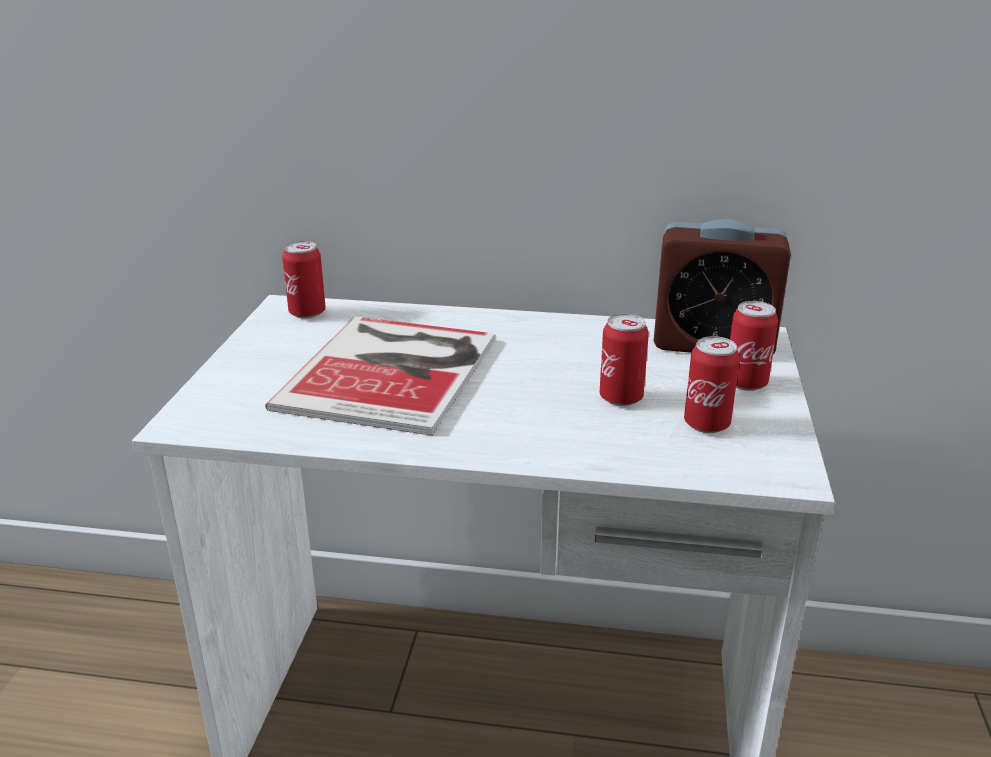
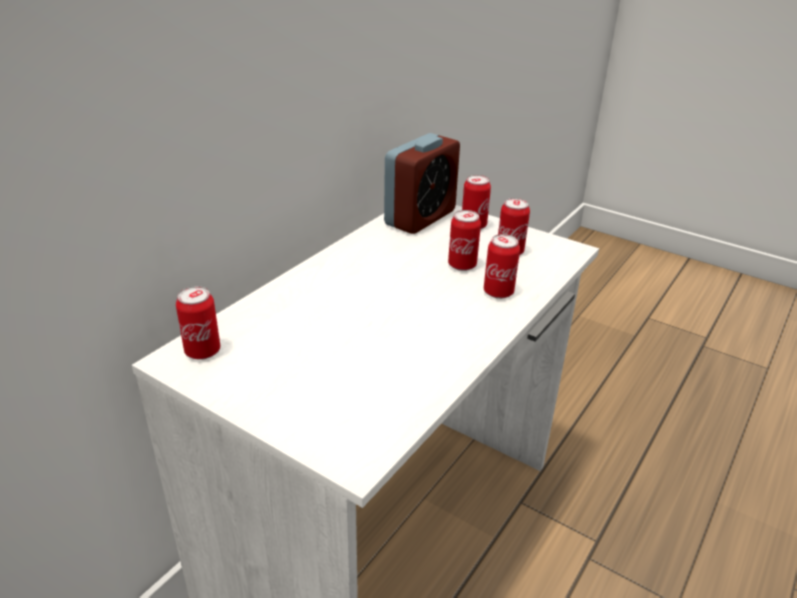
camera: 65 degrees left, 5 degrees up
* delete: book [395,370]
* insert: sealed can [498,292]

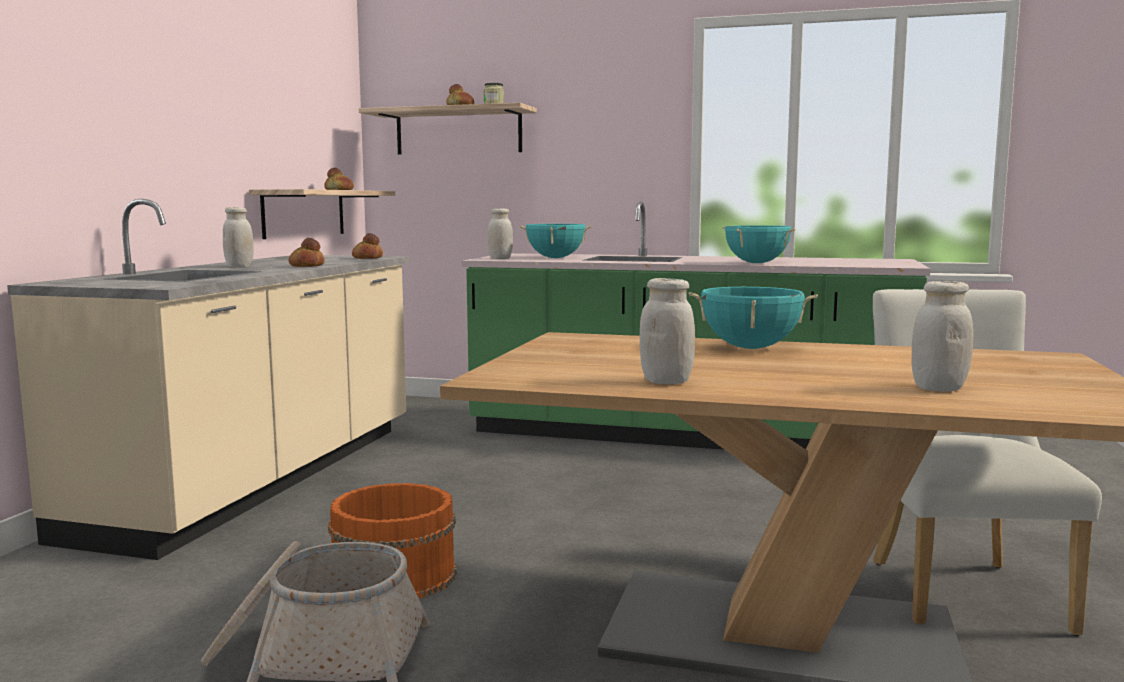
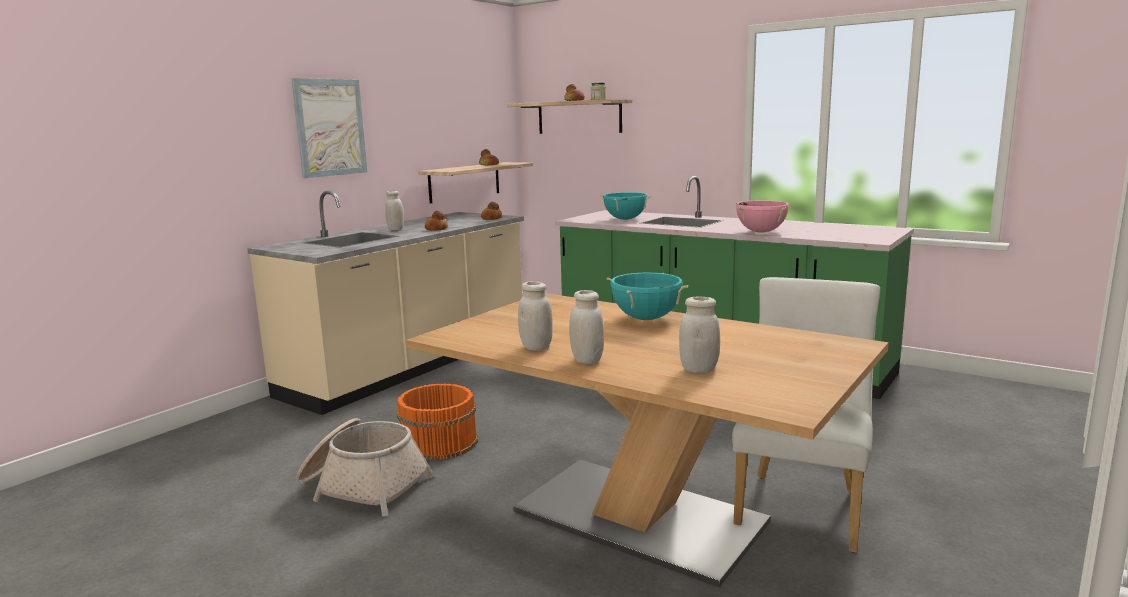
camera: 20 degrees right, 5 degrees up
* move: white-coloured jar [500,259] to [587,360]
* recolor: turquoise saucepot [756,263] to pink saucepot [761,232]
* insert: wall art [330,127]

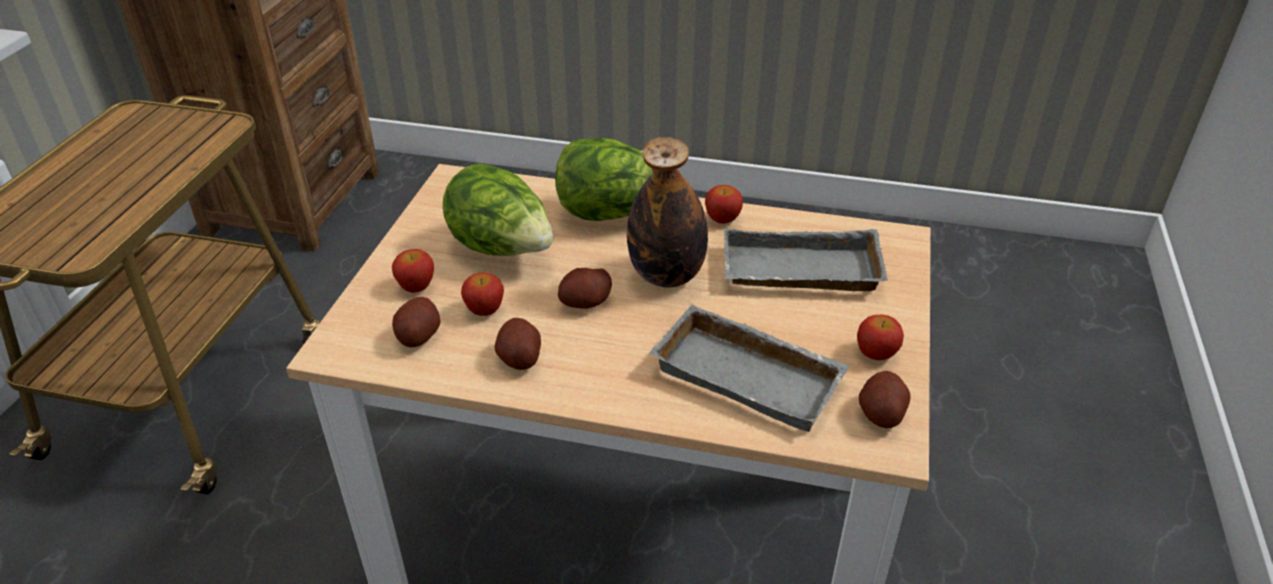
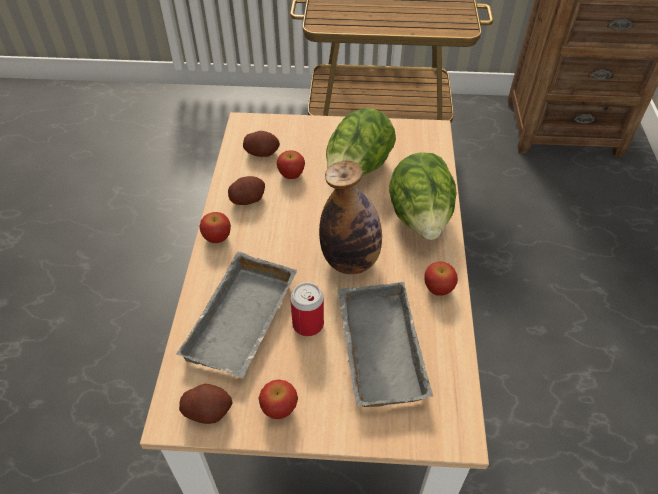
camera: 80 degrees right, 10 degrees up
* move: apple fruit [416,286] to [217,237]
* delete: potato [586,302]
* insert: sealed can [308,324]

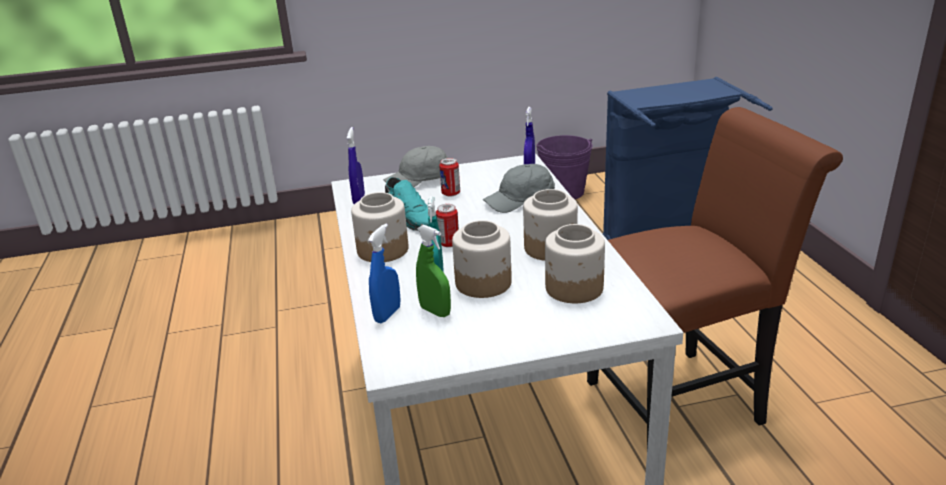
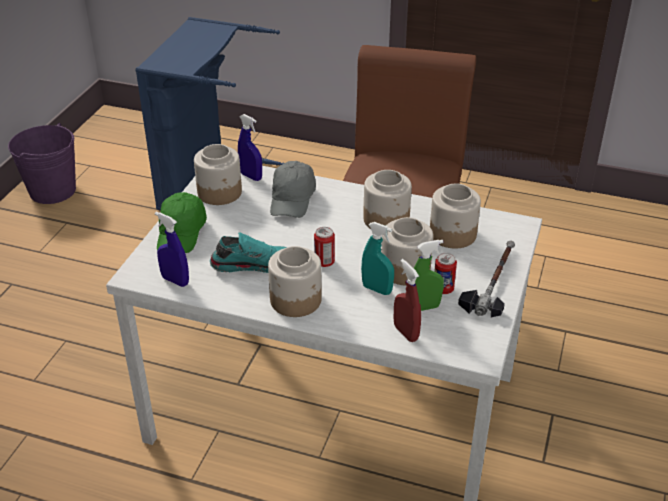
camera: 60 degrees left, 10 degrees up
* recolor: greyish cap [419,180] to green-coloured cap [182,233]
* move: sealed can [451,193] to [443,289]
* recolor: blue-coloured hand sprayer [387,314] to reddish hand sprayer [405,333]
* insert: jar [220,192]
* insert: tool hammer [493,281]

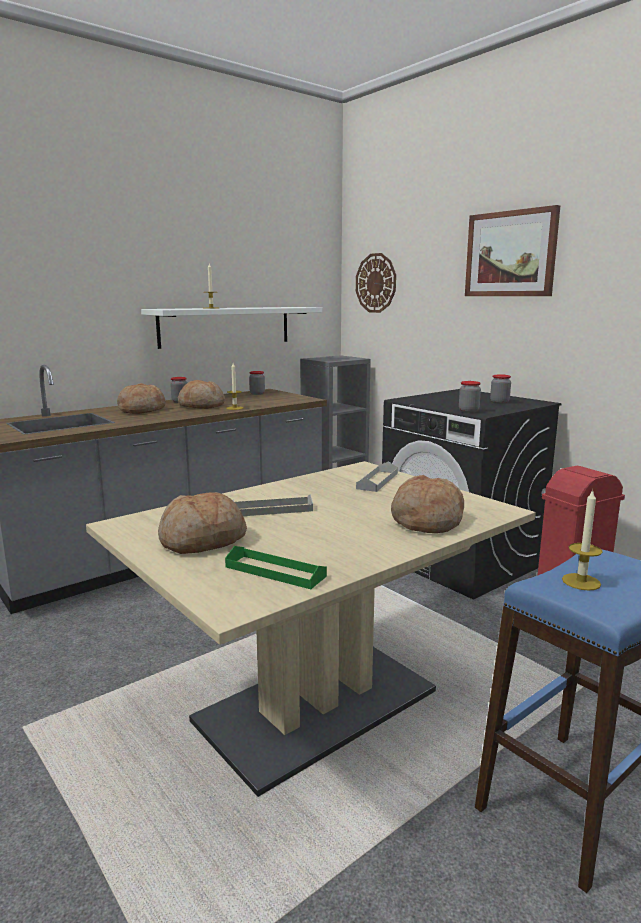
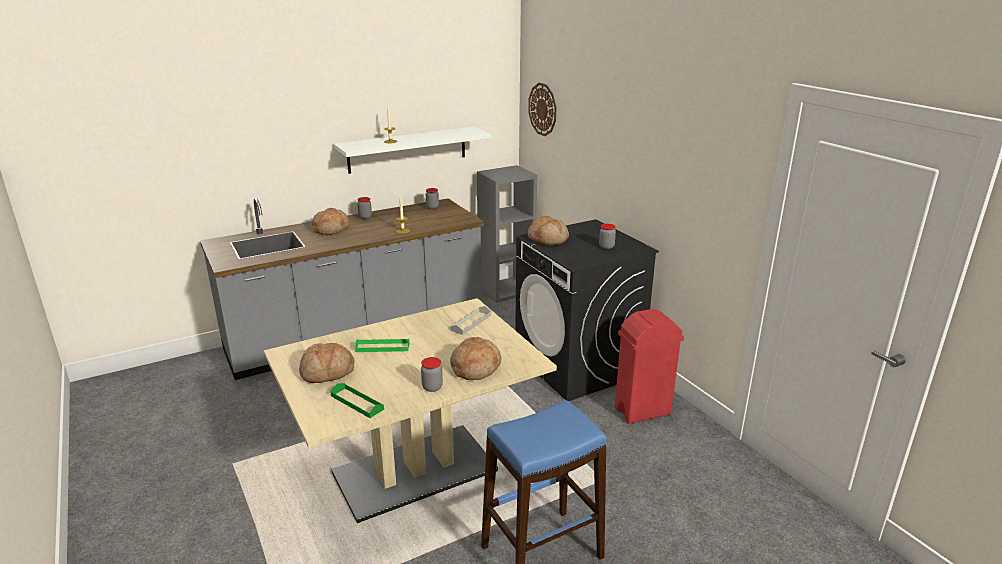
camera: 10 degrees right, 10 degrees up
* delete: wall art [510,254]
* move: bakery bread [201,405] to [548,239]
* move: jar [468,411] to [432,387]
* delete: wax candle [581,582]
* recolor: greyish carrying tray [272,510] to green-coloured carrying tray [382,347]

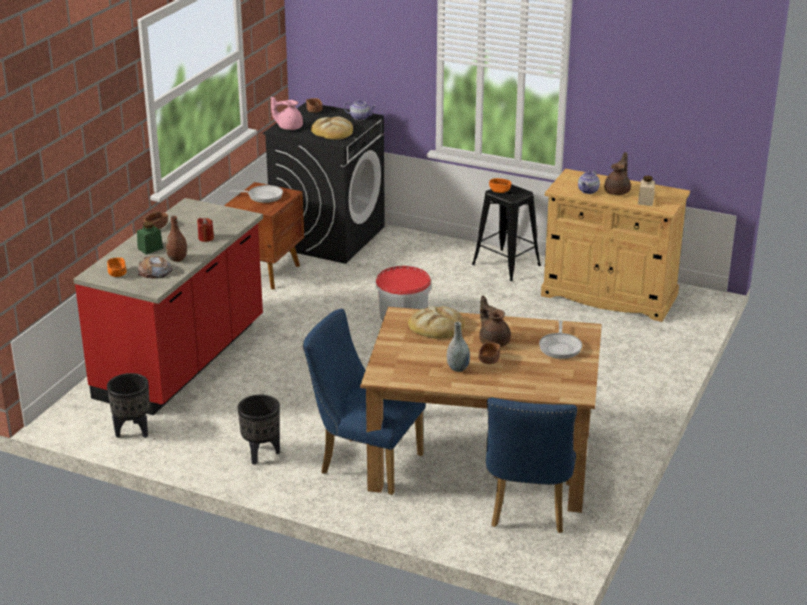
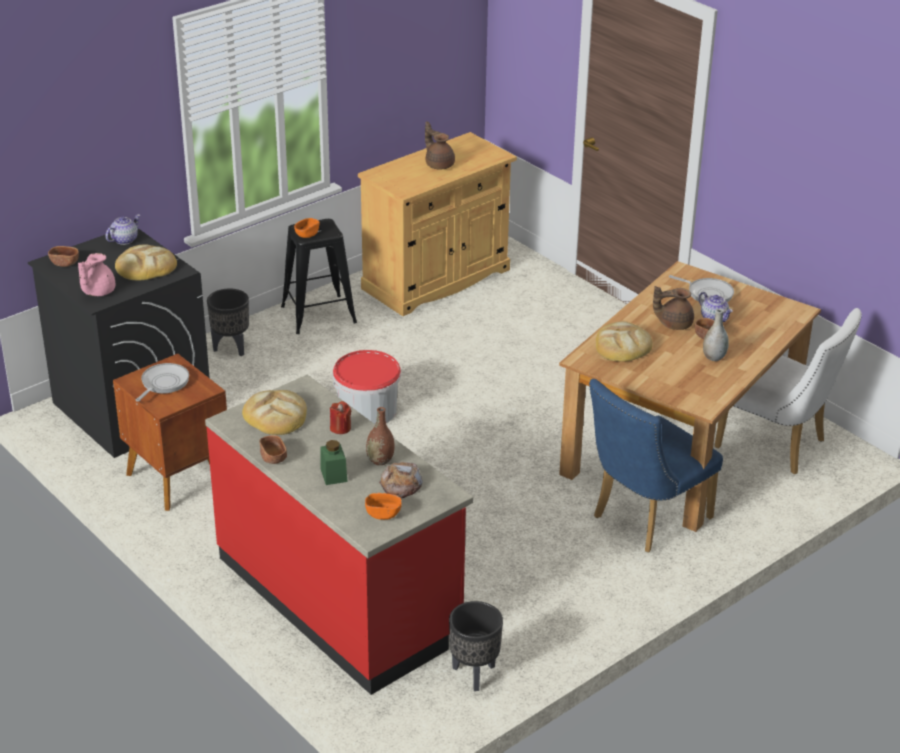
camera: 65 degrees left, 5 degrees up
* move: tea pot [588,191] to [714,318]
* delete: sand-coloured jar [645,201]
* move: black-coloured flower pot [261,454] to [231,348]
* recolor: blue-coloured plain chair [528,510] to white-coloured plain chair [778,446]
* insert: bakery bread [275,416]

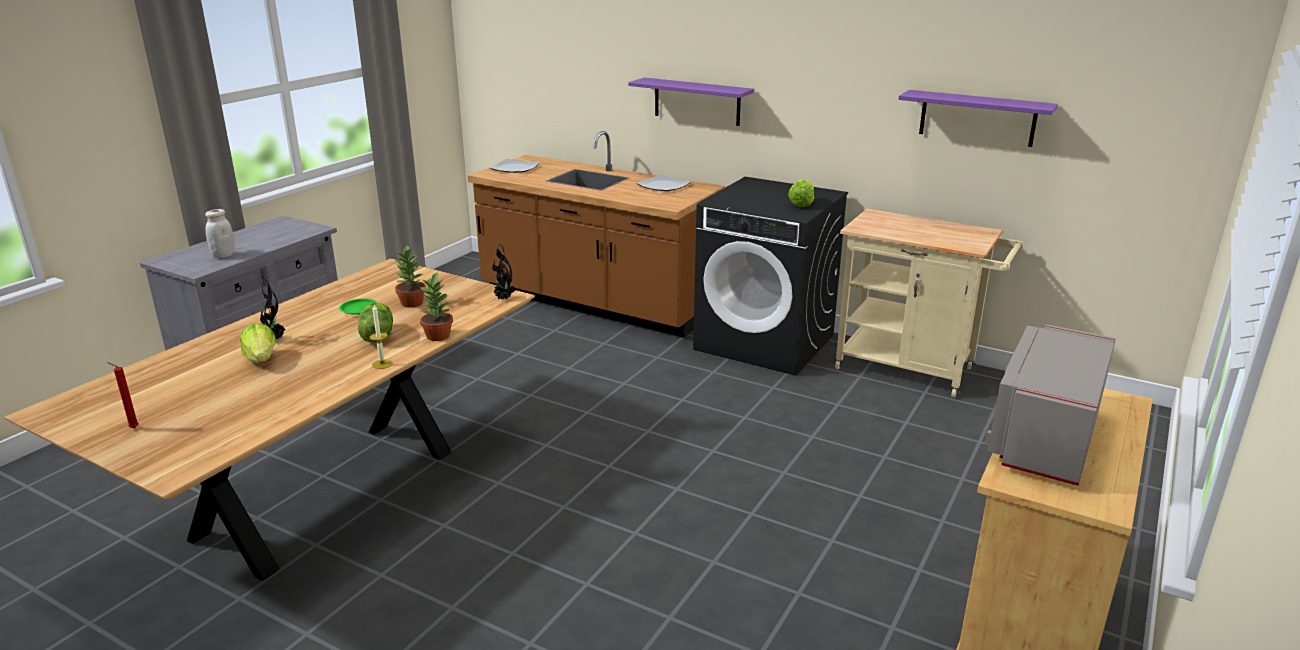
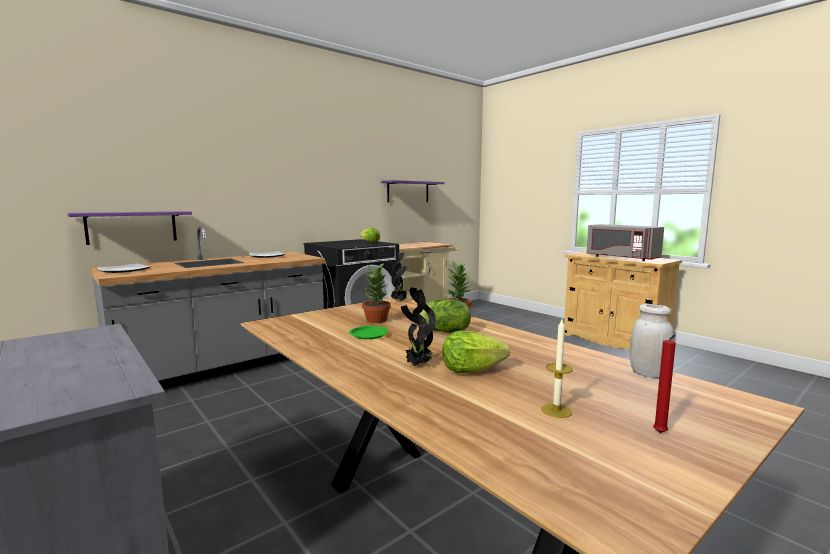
camera: 70 degrees left, 15 degrees down
* move: purple-coloured wall shelf [697,101] to [132,227]
* recolor: brownish kitchen base unit [597,302] to greyish kitchen base unit [224,366]
* move: white-coloured jar [223,255] to [648,374]
* move: wax candle [382,364] to [556,410]

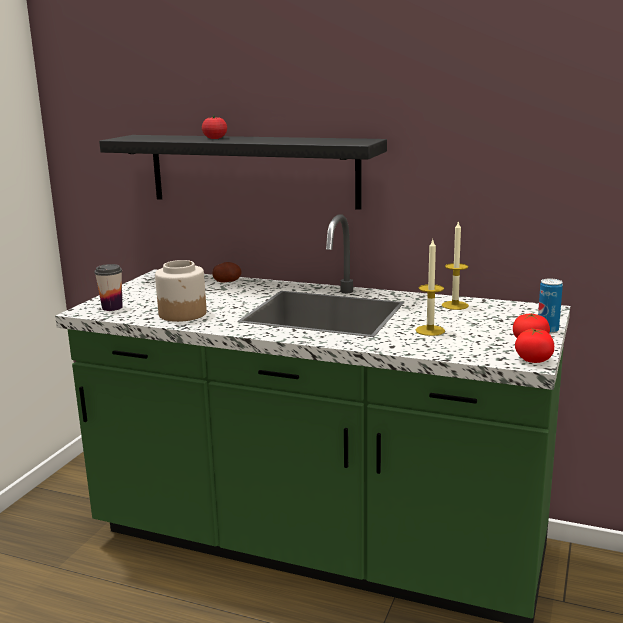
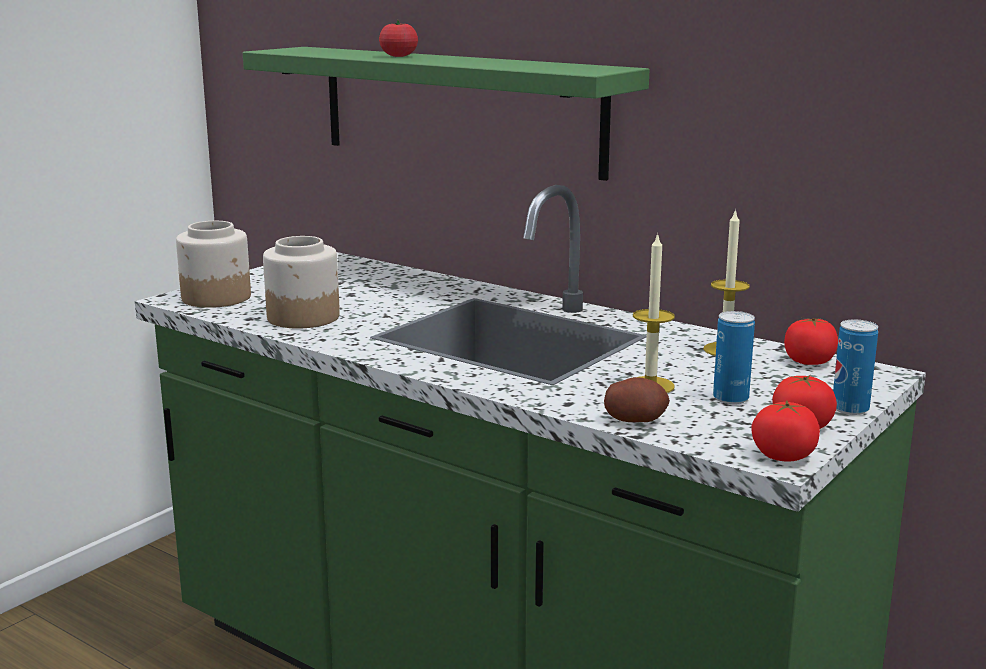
camera: 15 degrees right, 0 degrees up
* recolor: black-coloured wall shelf [252,170] to green-coloured wall shelf [458,109]
* move: potato [227,281] to [635,420]
* replace: small cup [112,307] to jar [217,298]
* insert: sealed can [730,398]
* insert: fresh tomato [809,361]

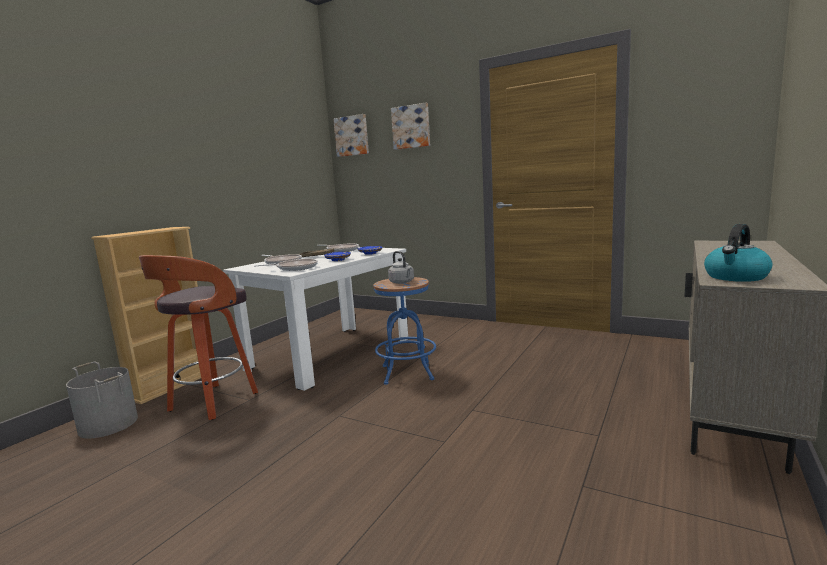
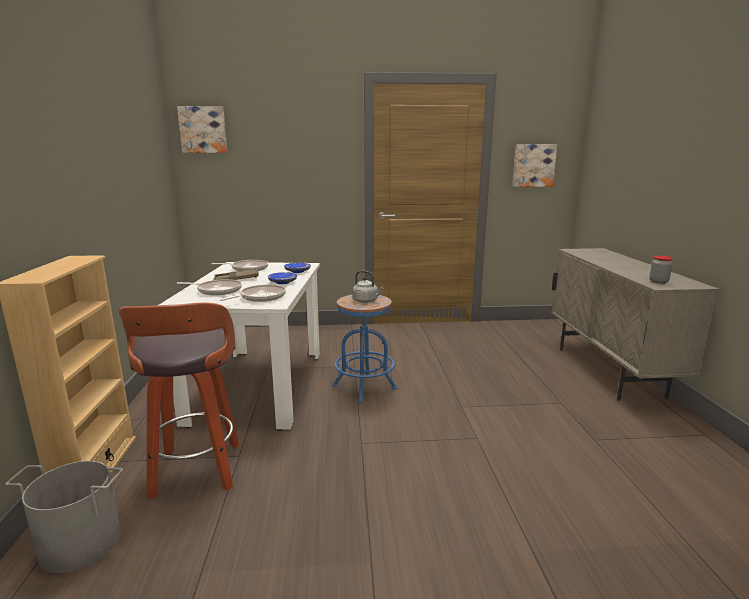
camera: 35 degrees left, 5 degrees up
* move: wall art [411,127] to [533,165]
* replace: water kettle [736,277] to jar [658,282]

